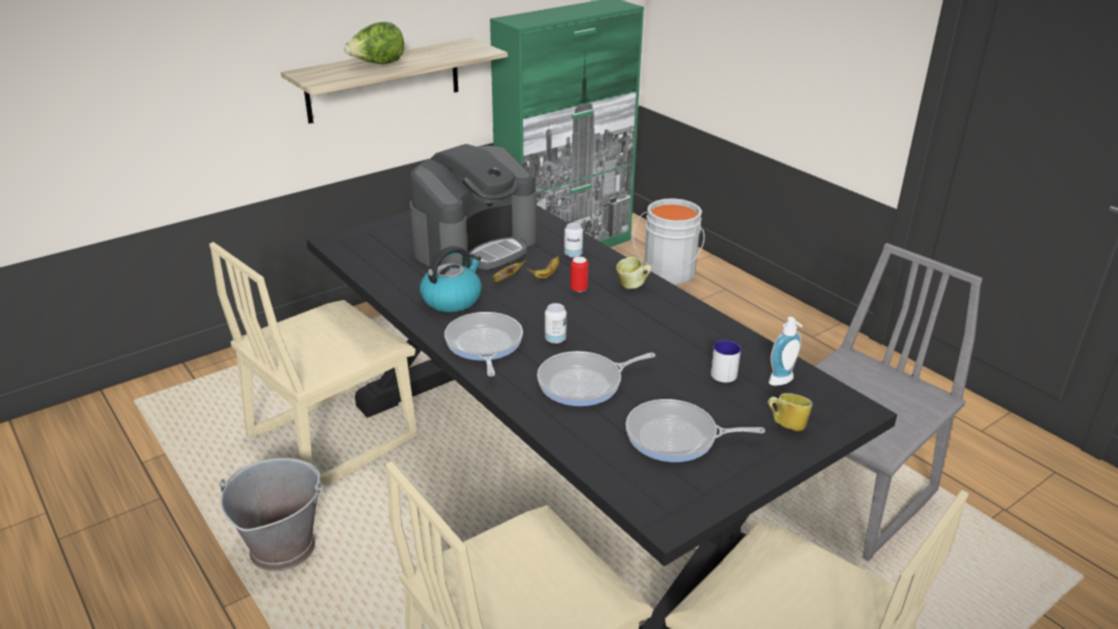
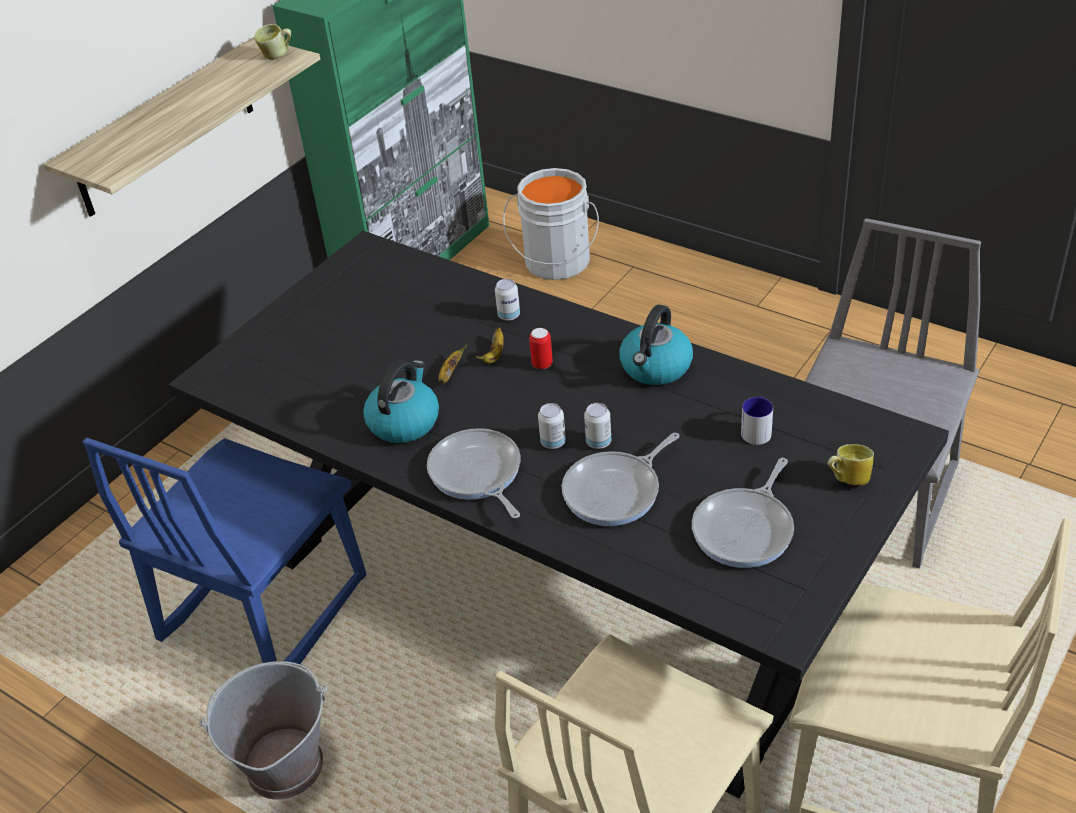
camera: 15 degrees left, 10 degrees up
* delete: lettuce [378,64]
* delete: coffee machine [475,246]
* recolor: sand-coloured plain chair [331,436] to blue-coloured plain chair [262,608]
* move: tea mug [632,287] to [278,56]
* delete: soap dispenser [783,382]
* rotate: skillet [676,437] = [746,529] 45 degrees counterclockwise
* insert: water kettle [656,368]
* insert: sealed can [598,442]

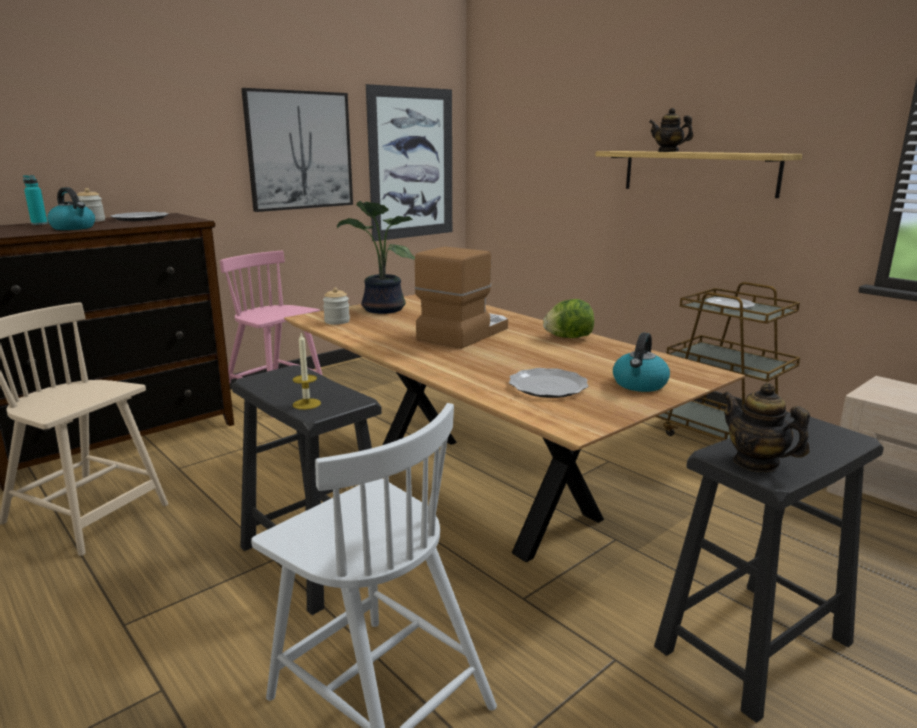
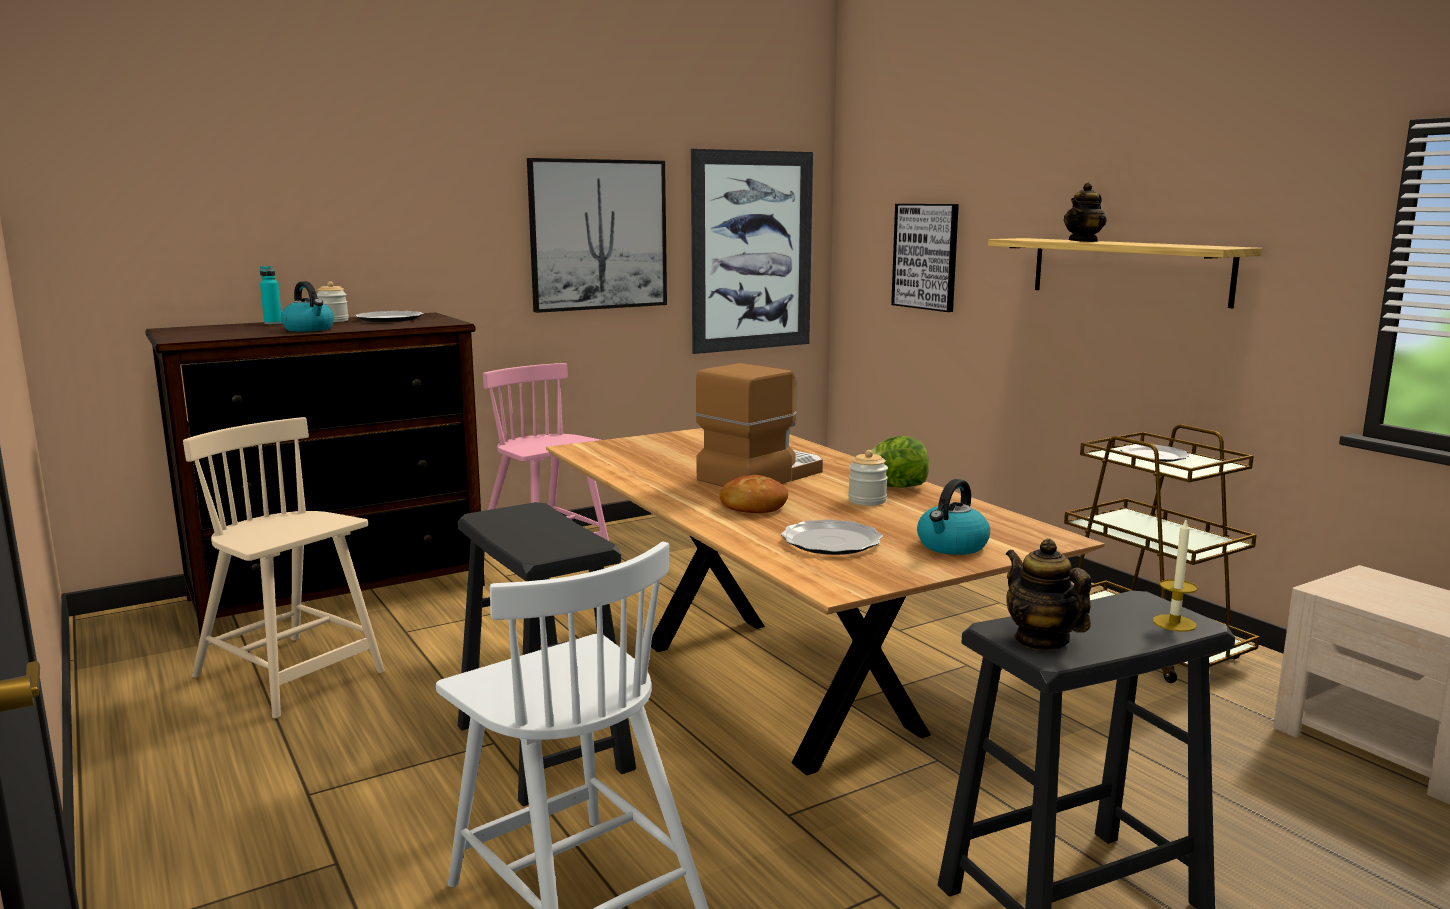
camera: 10 degrees right, 5 degrees down
* rotate: tea pot [668,151] = [1083,241] 90 degrees counterclockwise
* delete: potted plant [380,309]
* move: jar [337,321] to [867,500]
* move: wax candle [306,404] to [1174,623]
* insert: wall art [926,256]
* insert: bakery bread [753,506]

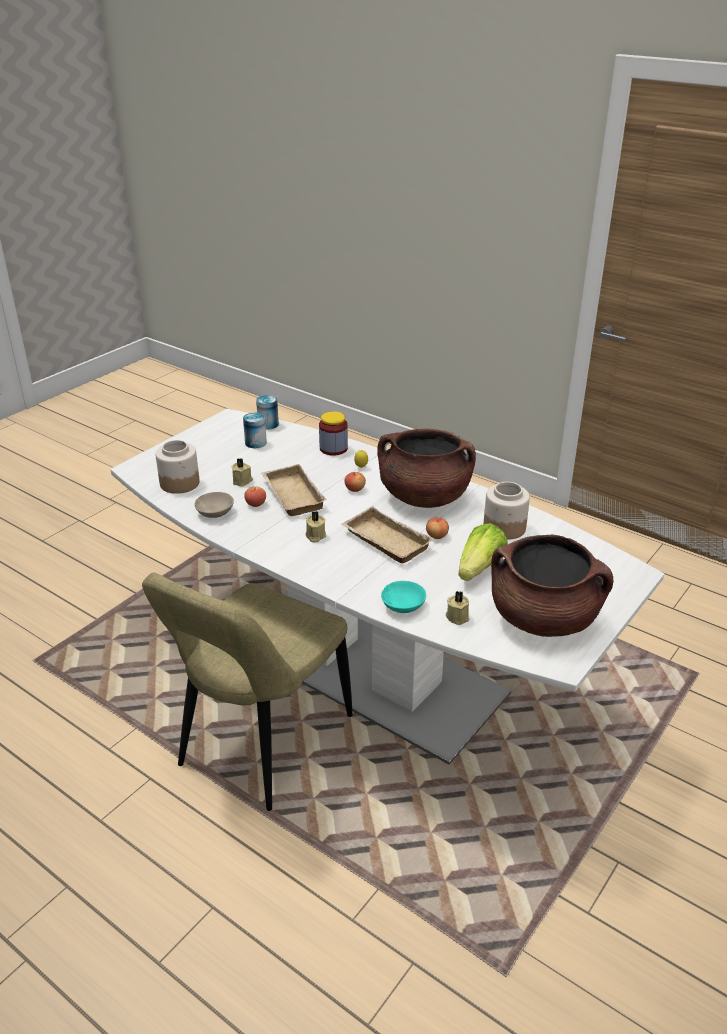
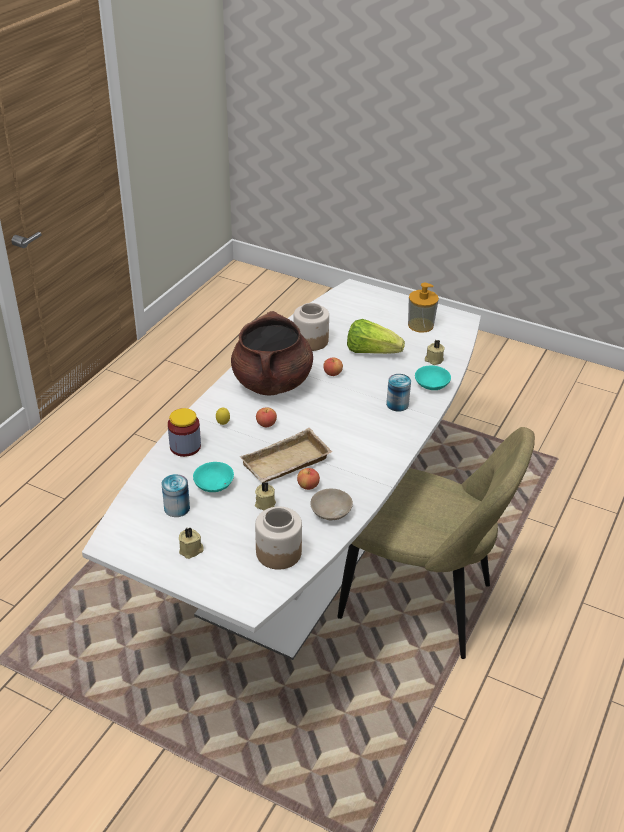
camera: 100 degrees left, 5 degrees up
* move: sealed can [268,424] to [397,404]
* delete: sand-coloured carrying tray [384,541]
* move: sand-coloured wax candle [315,536] to [191,550]
* replace: brownish saucepot [543,619] to soap dispenser [420,325]
* insert: turquoise deep dish [213,484]

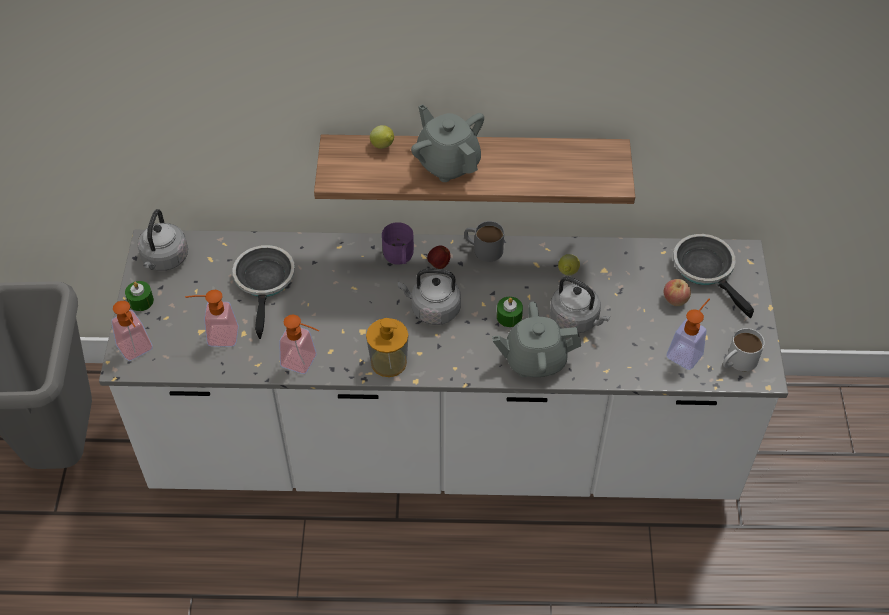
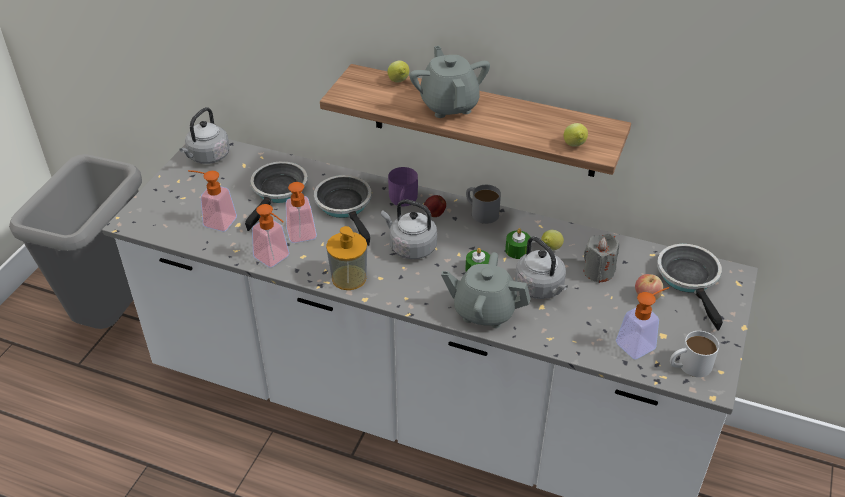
camera: 20 degrees right, 10 degrees down
* move: green-coloured wax candle [141,301] to [517,250]
* move: soap dispenser [137,351] to [302,237]
* insert: whole lemon [574,146]
* insert: skillet [346,206]
* insert: greyish wax candle [598,272]

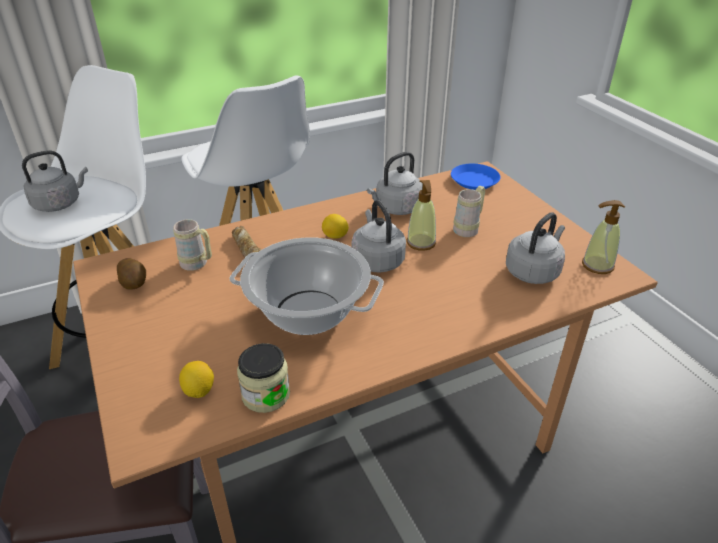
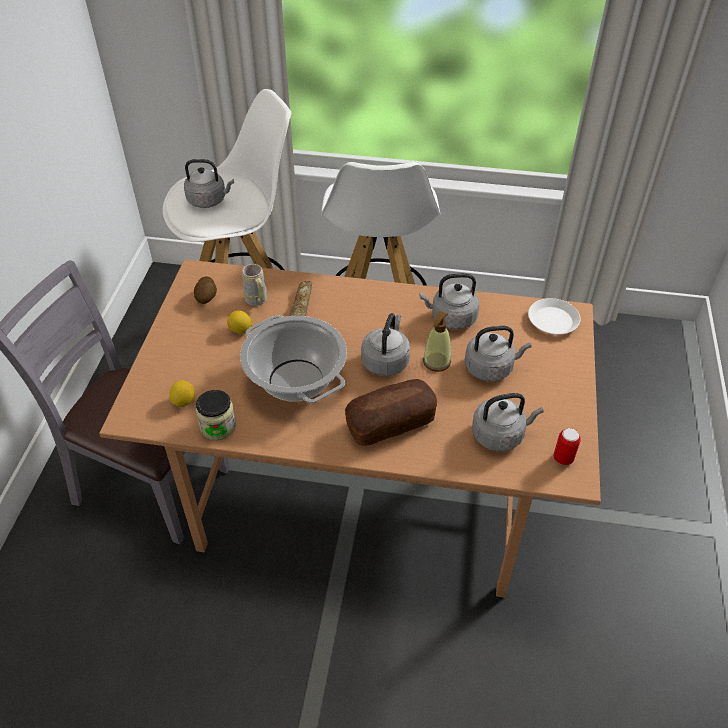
camera: 35 degrees right, 10 degrees up
* recolor: blue-coloured flat dish [475,180] to white-coloured flat dish [553,320]
* replace: sand-coloured tea mug [468,228] to greyish water kettle [491,368]
* replace: soap dispenser [597,265] to sealed can [563,458]
* move: whole lemon [335,237] to [240,330]
* insert: bakery bread [390,423]

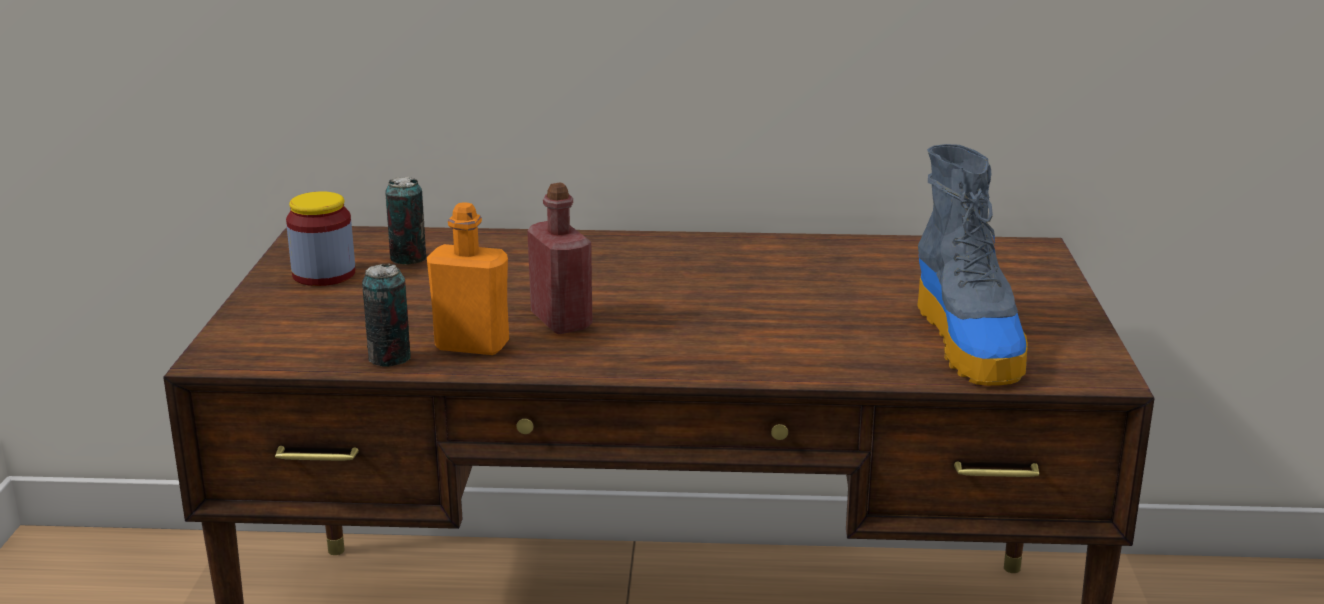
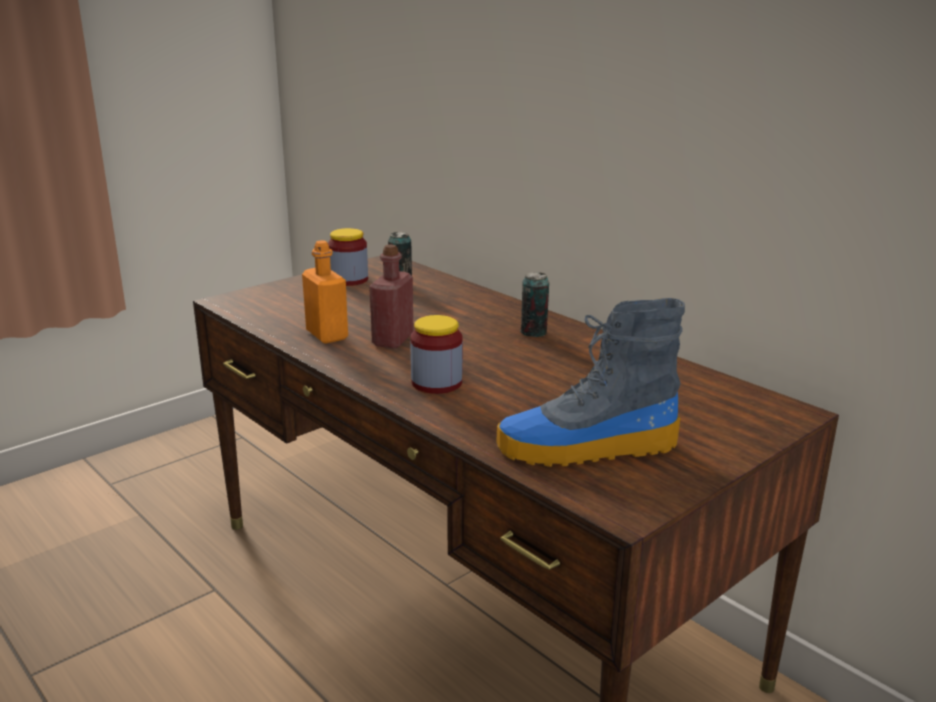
camera: 45 degrees right, 0 degrees up
* rotate: boot [969,343] = [586,448] 45 degrees clockwise
* move: sealed can [389,358] to [533,332]
* insert: jar [436,383]

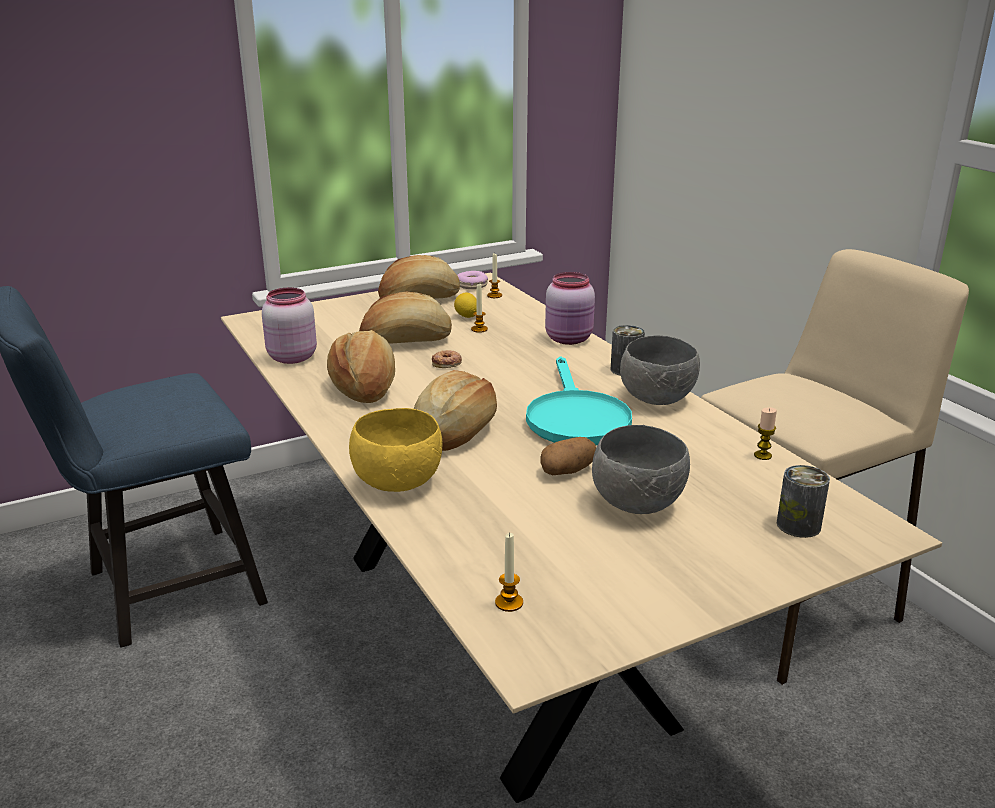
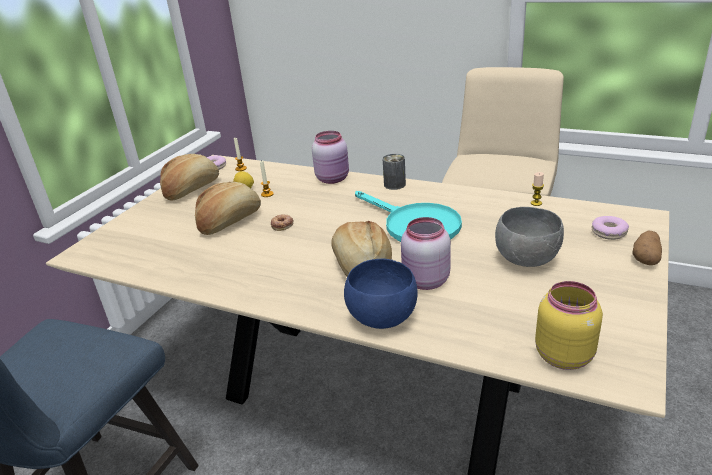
camera: 35 degrees left, 5 degrees up
* move: pink jar [291,357] to [424,281]
* delete: bakery bread [365,386]
* delete: greyish deep dish [658,399]
* recolor: yellowish deep dish [398,482] to blue-coloured deep dish [381,317]
* move: potato [567,471] to [646,258]
* replace: sealed can [798,525] to donut [609,232]
* replace: wax candle [509,603] to yellowish jar [563,354]

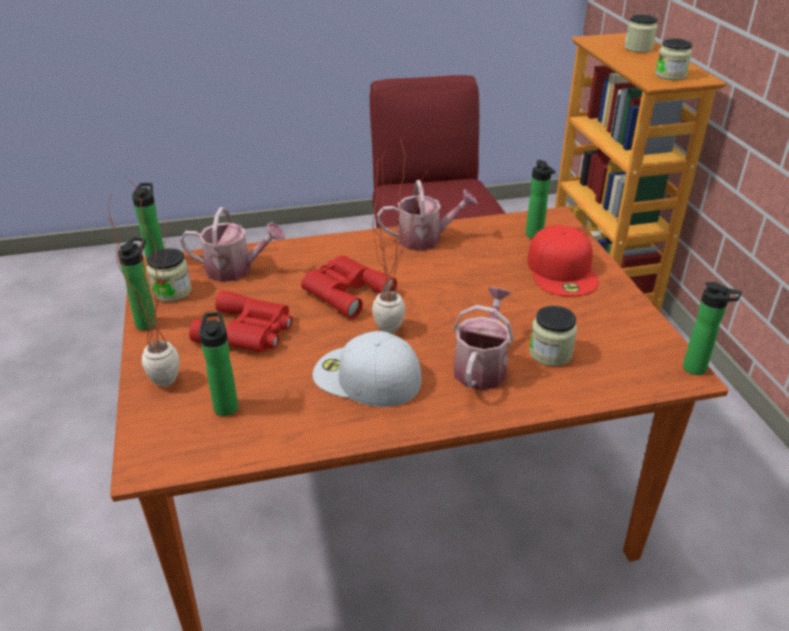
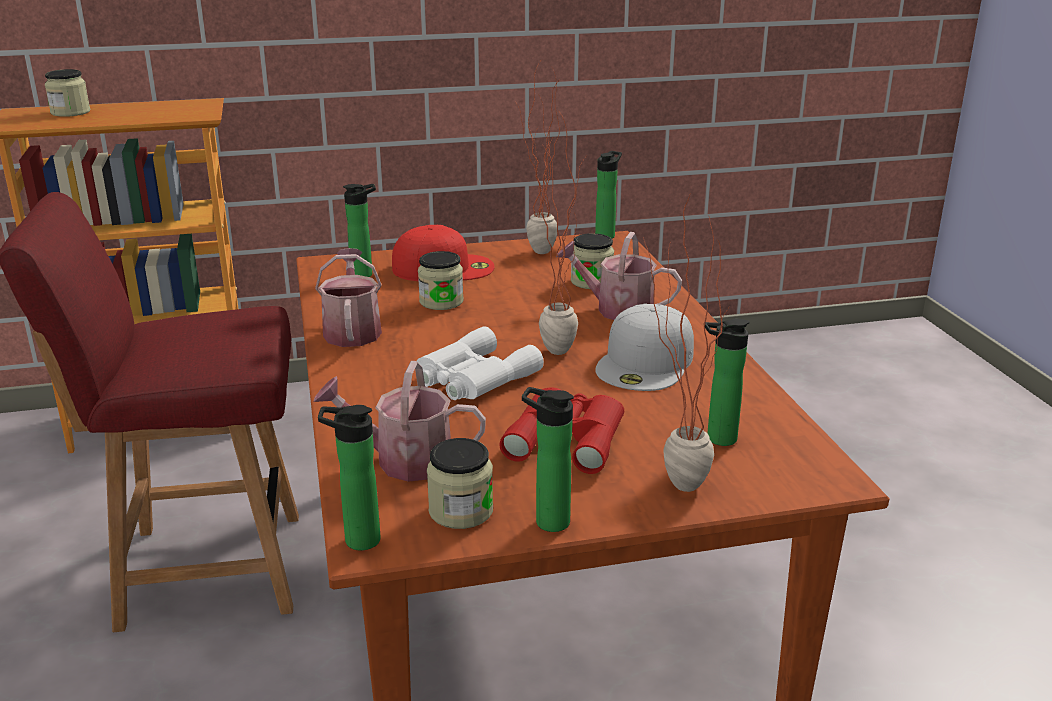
camera: 90 degrees left, 10 degrees down
* move: jar [670,75] to [441,301]
* rotate: watering can [235,270] = [403,460] 90 degrees counterclockwise
* recolor: reddish field glasses [344,291] to white-coloured field glasses [473,377]
* insert: potted plant [536,255]

